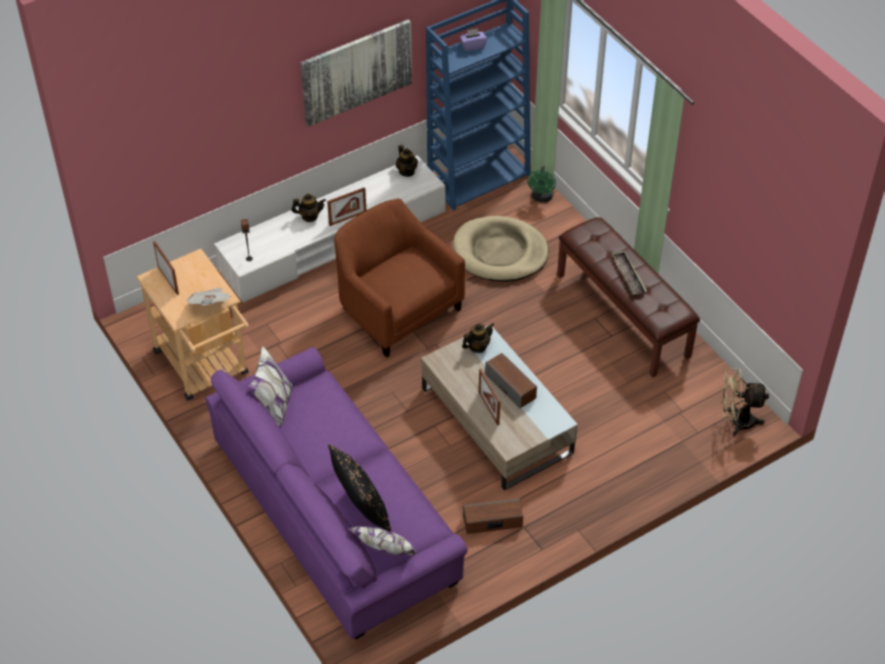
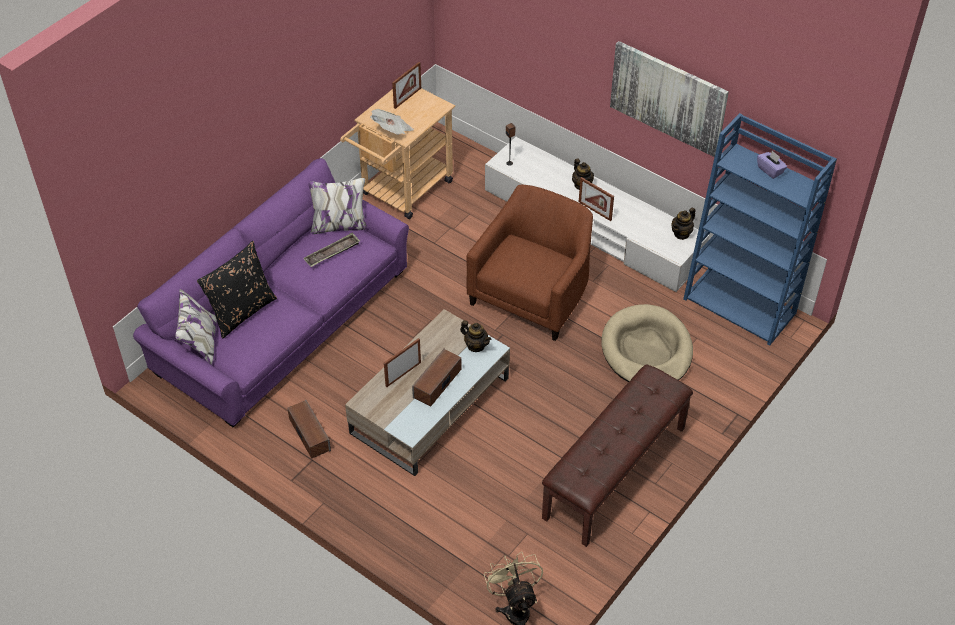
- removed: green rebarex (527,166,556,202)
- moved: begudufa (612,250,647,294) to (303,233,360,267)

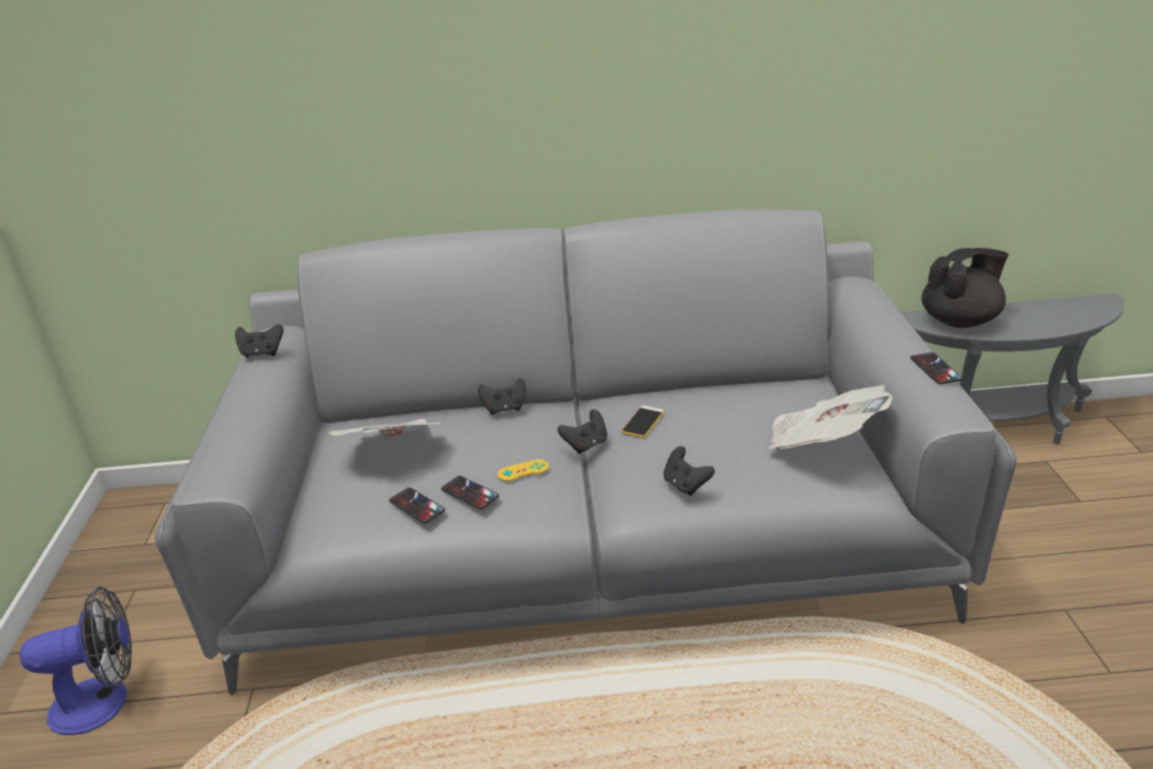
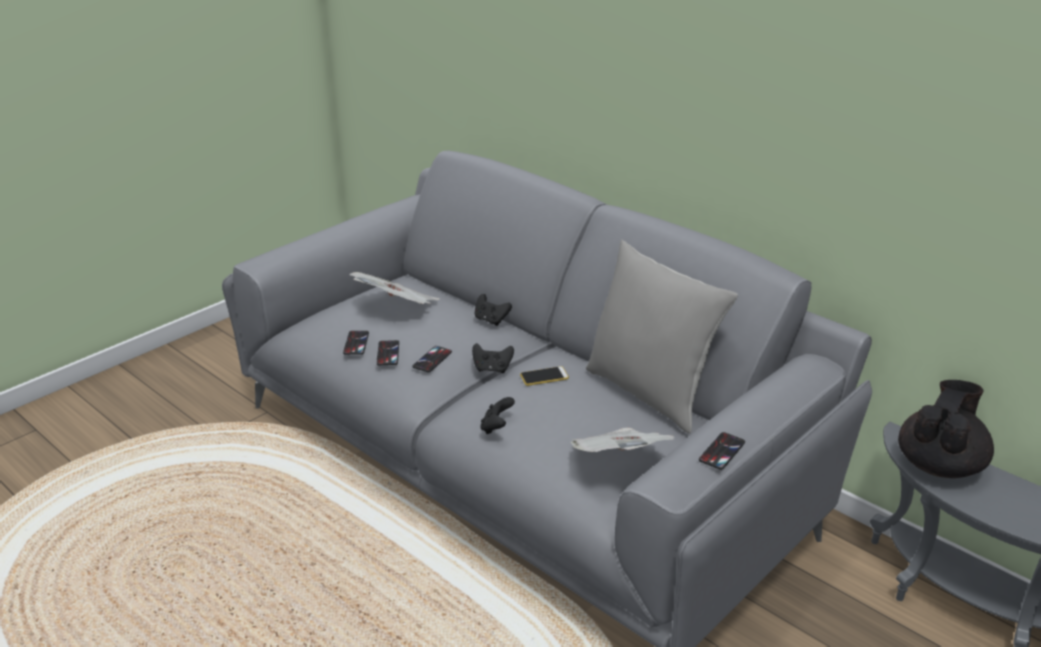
- turned: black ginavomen (922,248,1009,328) = (898,380,994,478) 75 degrees counterclockwise
- removed: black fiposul (235,324,283,358)
- replaced: yellow fiposul (497,459,549,481) to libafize (412,346,452,372)
- removed: rebarex (19,586,132,735)
- added: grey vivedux (586,240,738,434)

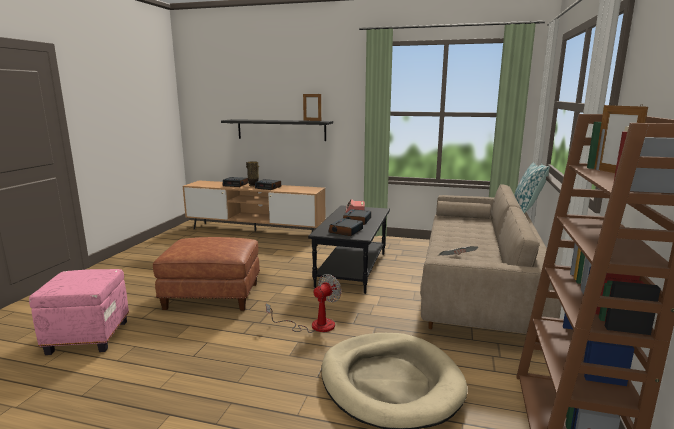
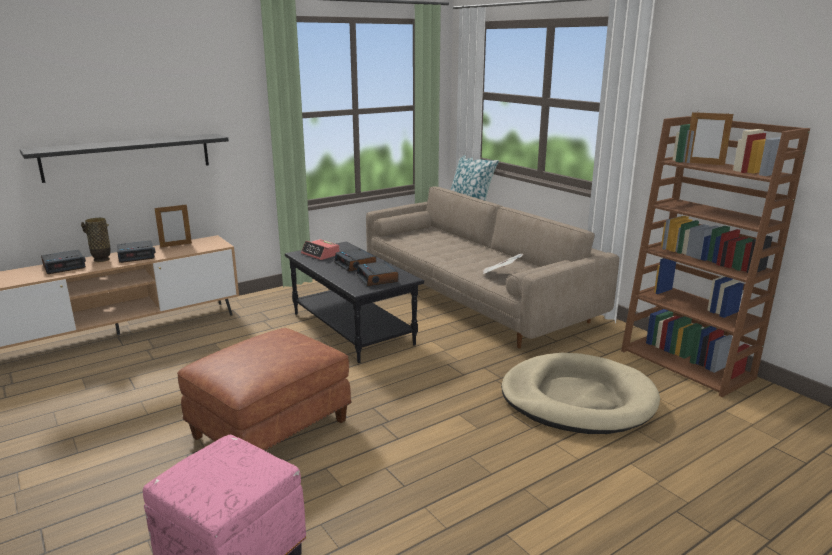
- moved: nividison (303,94,321,121) to (154,205,192,248)
- removed: rebarex (266,274,342,333)

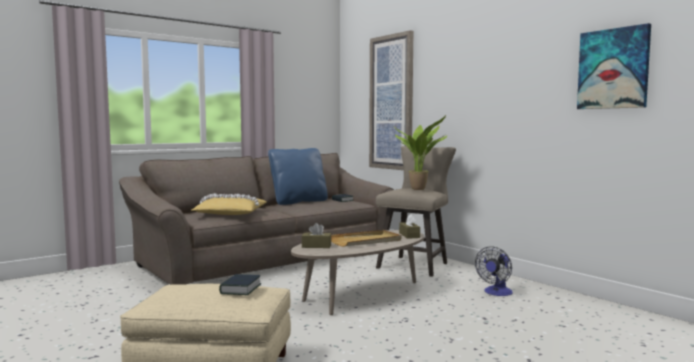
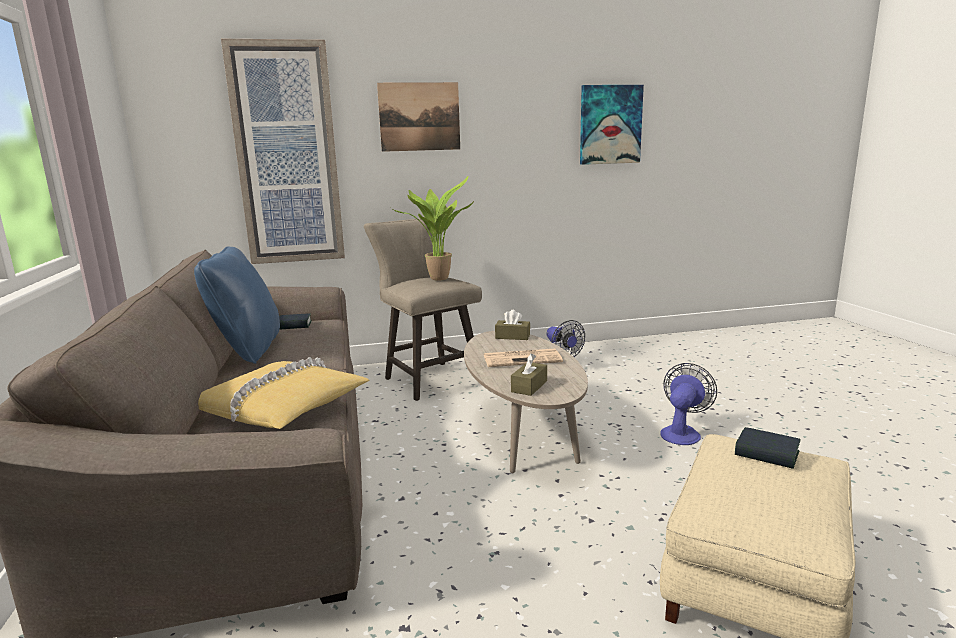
- replaced: beige begudufa (331,230,402,247) to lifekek (484,349,563,367)
- added: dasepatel (377,82,460,152)
- added: rebarex (660,363,717,445)

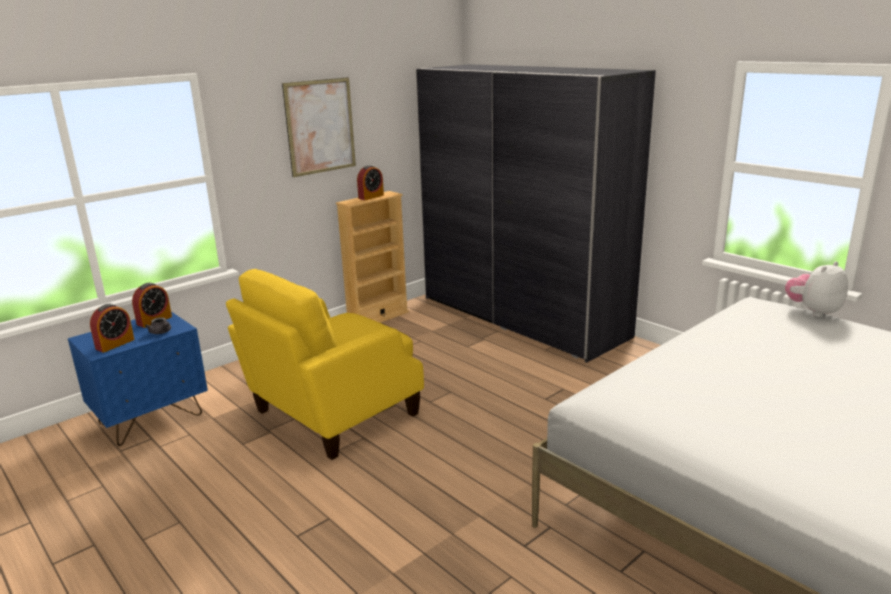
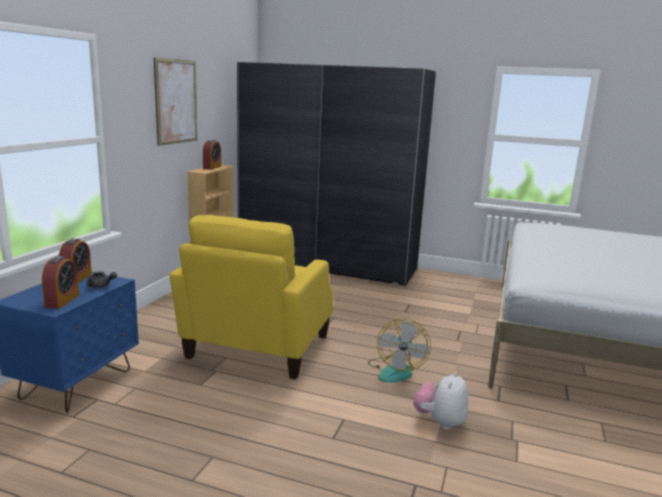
- moved: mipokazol (785,261,848,317) to (413,372,468,430)
- added: rebarex (368,318,431,383)

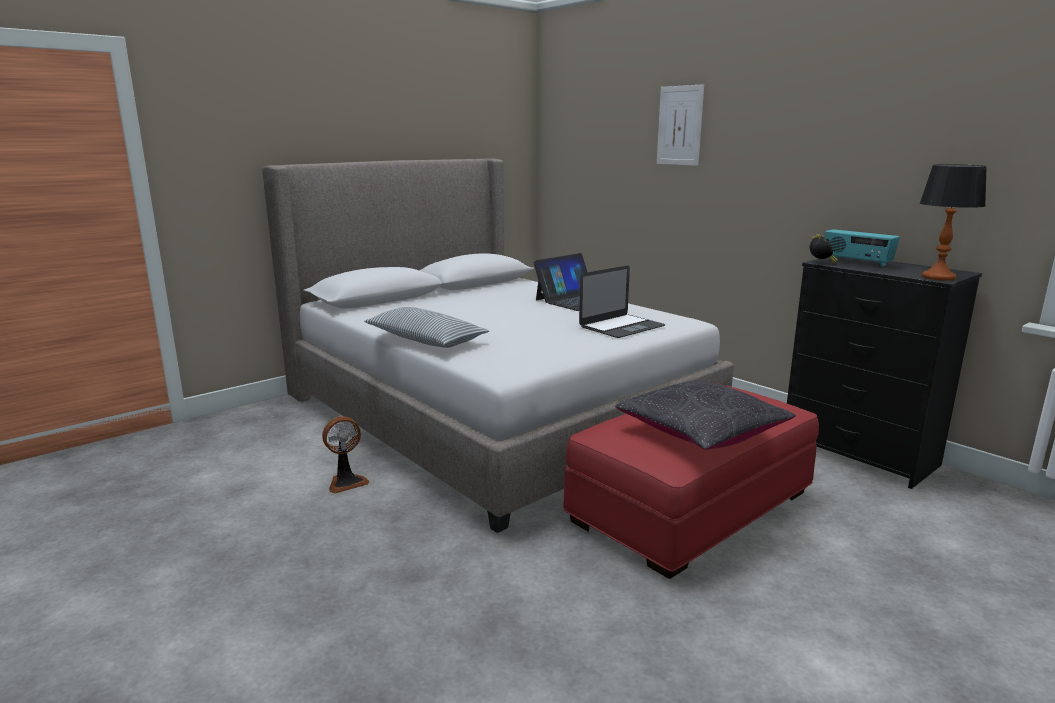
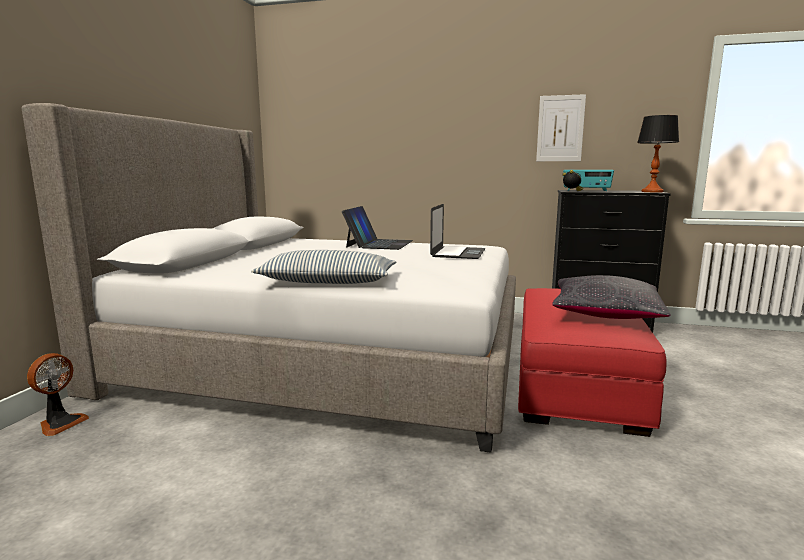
- moved: dasepatel (657,84,704,166) to (536,94,586,161)
- moved: rebarex (322,416,369,494) to (27,353,89,436)

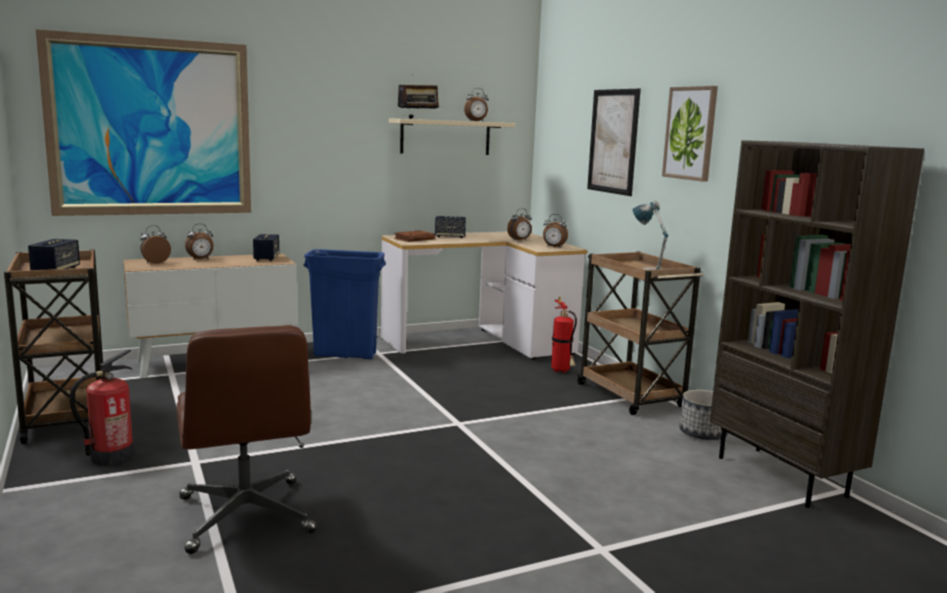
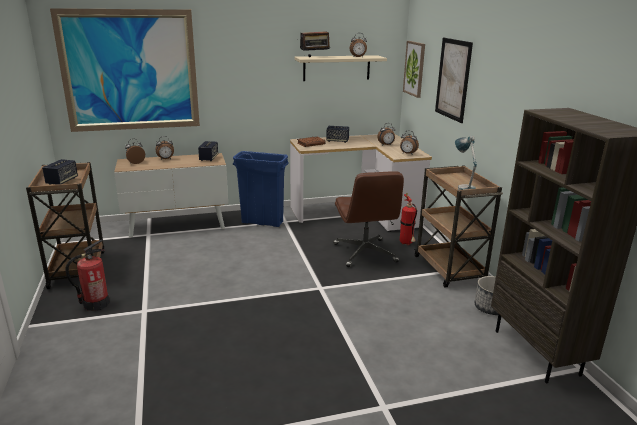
- moved: dasepatel (662,86,718,182) to (403,41,425,98)
- moved: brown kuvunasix (176,326,316,554) to (333,172,404,267)

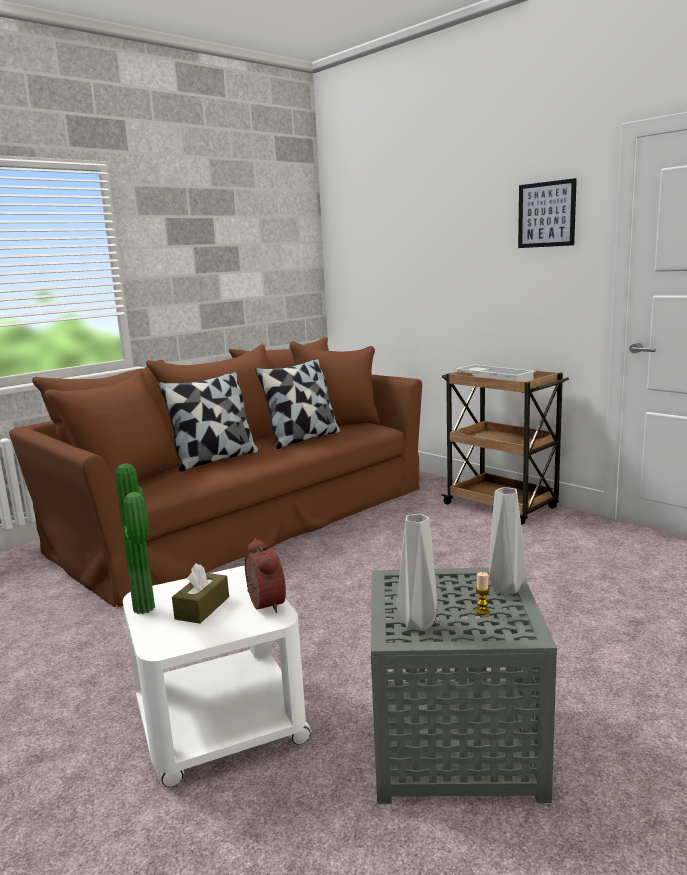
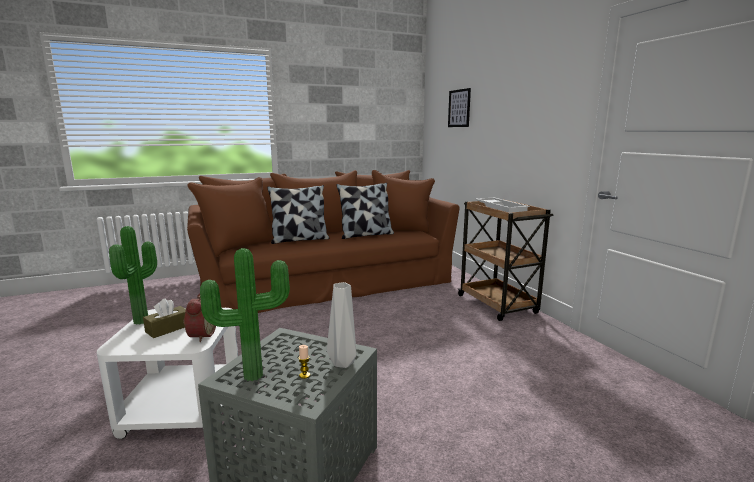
- moved: dasepatel (518,178,577,248) to (448,88,471,127)
- replaced: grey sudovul (397,514,437,631) to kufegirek (200,248,290,381)

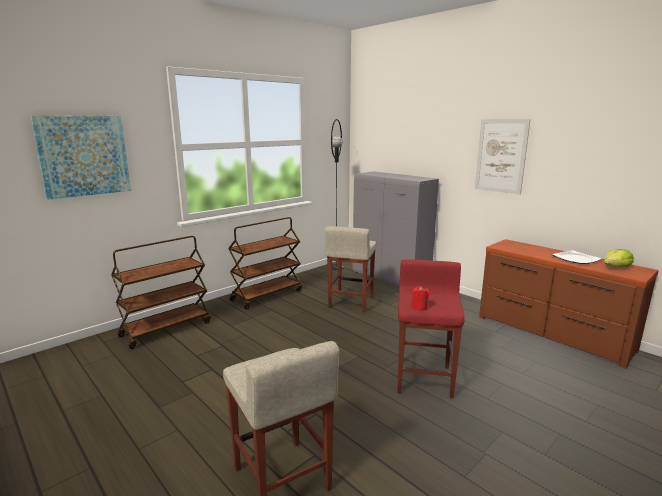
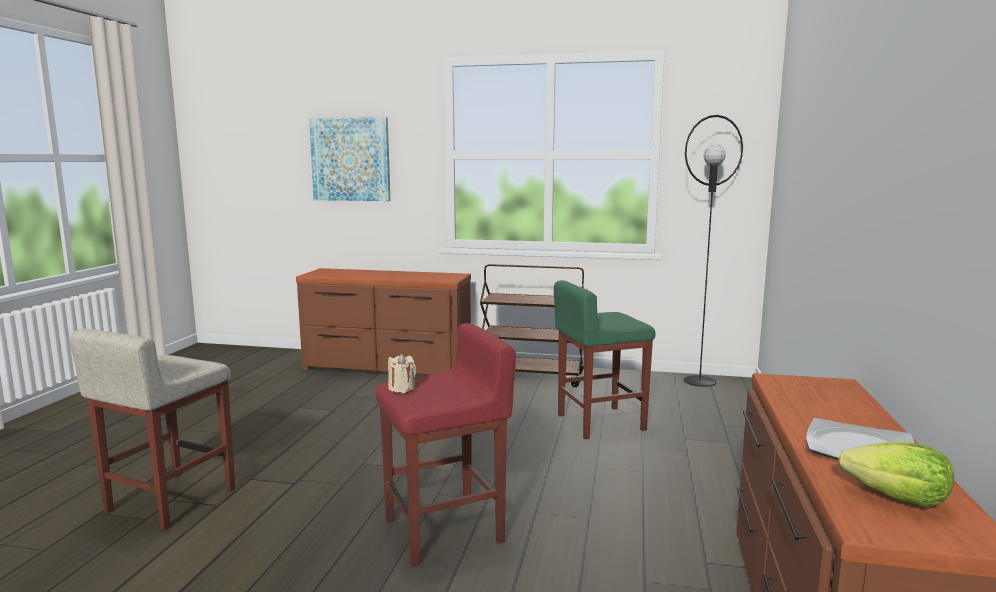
- removed: dasepatel (475,119,531,194)
- removed: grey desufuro (353,171,439,287)
- recoloured: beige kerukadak (325,226,376,312) to green kerukadak (554,280,656,439)
- replaced: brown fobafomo (111,236,211,349) to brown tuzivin (296,268,471,375)
- recoloured: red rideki (412,286,429,310) to beige rideki (388,354,416,393)

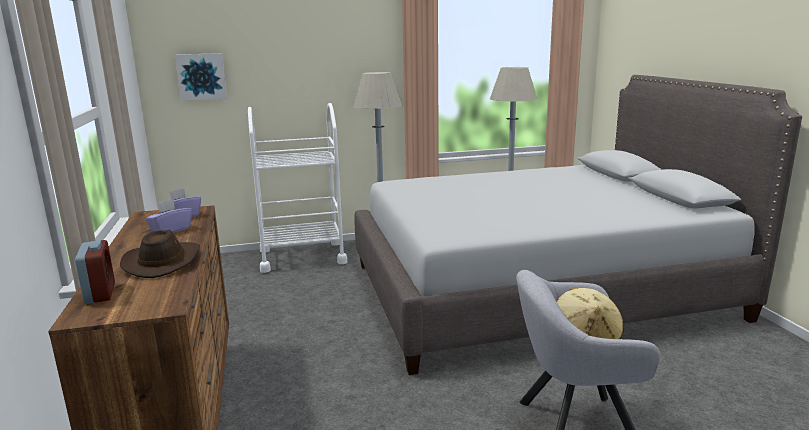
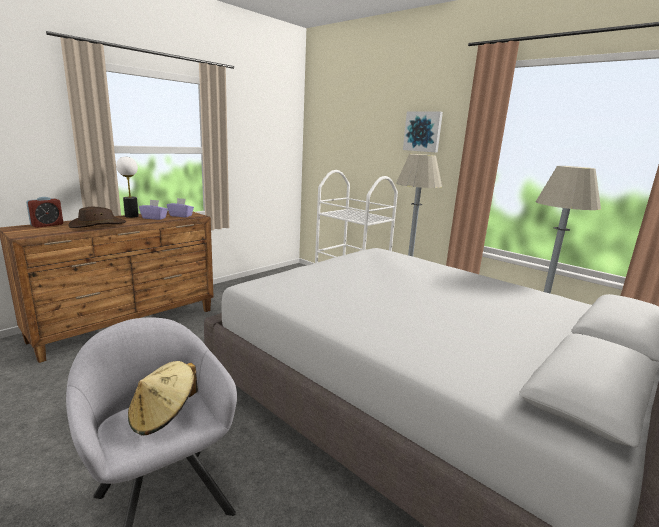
- moved: dasepatel (175,53,227,101) to (403,111,443,153)
- added: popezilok (116,157,139,218)

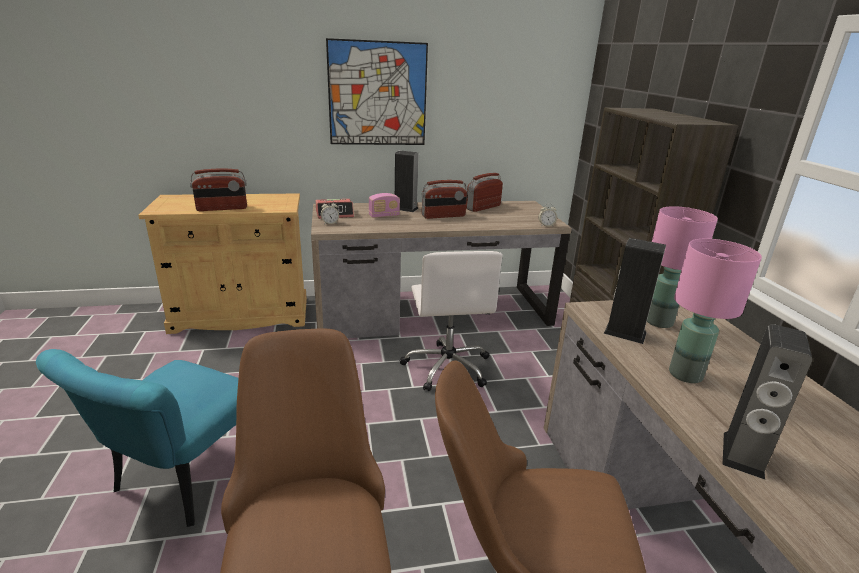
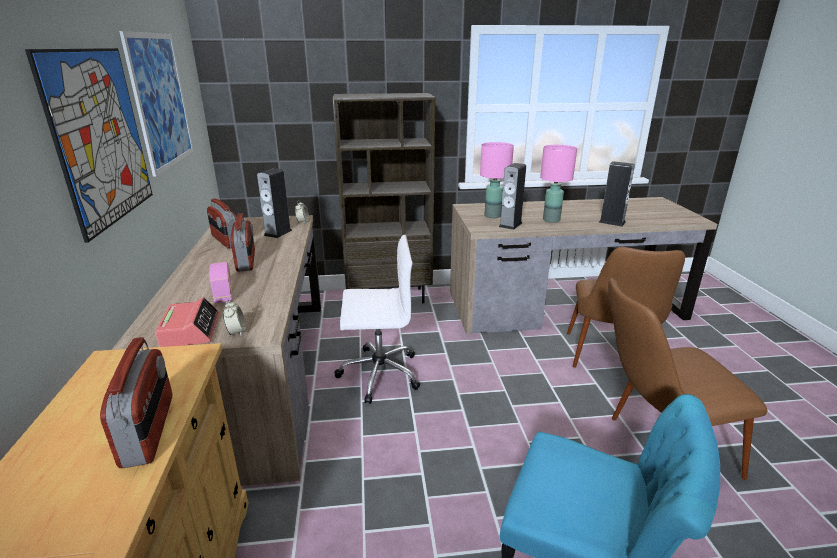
- moved: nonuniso (395,150,419,212) to (257,168,292,238)
- added: dasepatel (119,31,194,177)

